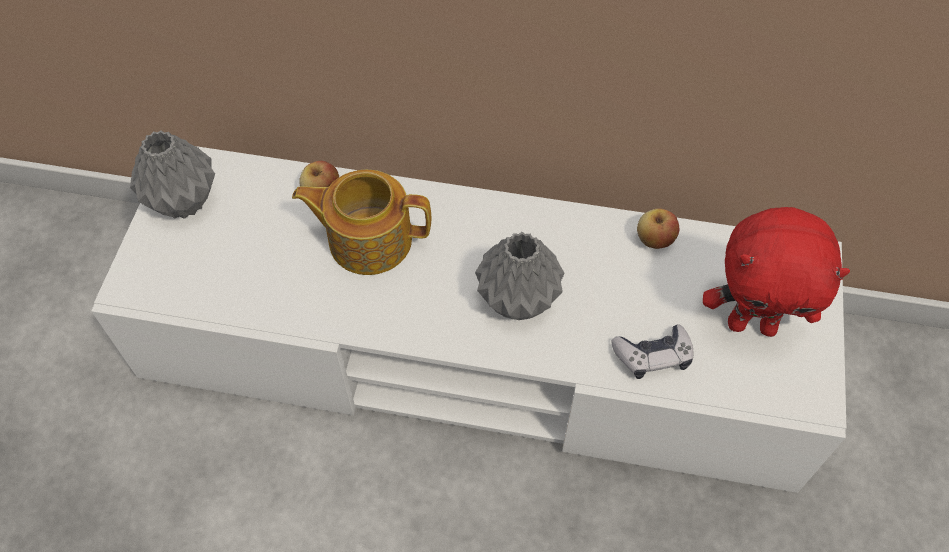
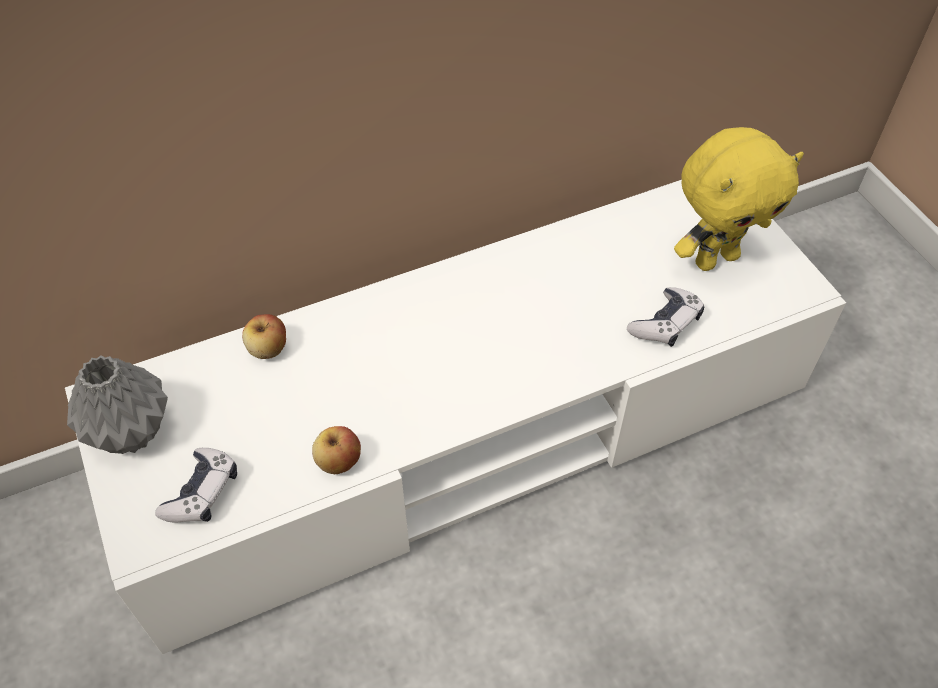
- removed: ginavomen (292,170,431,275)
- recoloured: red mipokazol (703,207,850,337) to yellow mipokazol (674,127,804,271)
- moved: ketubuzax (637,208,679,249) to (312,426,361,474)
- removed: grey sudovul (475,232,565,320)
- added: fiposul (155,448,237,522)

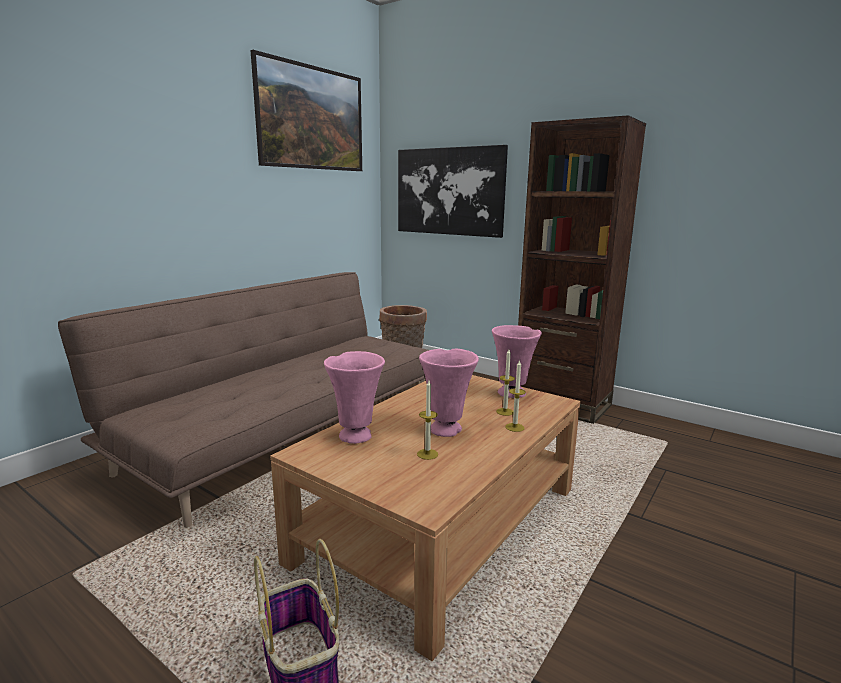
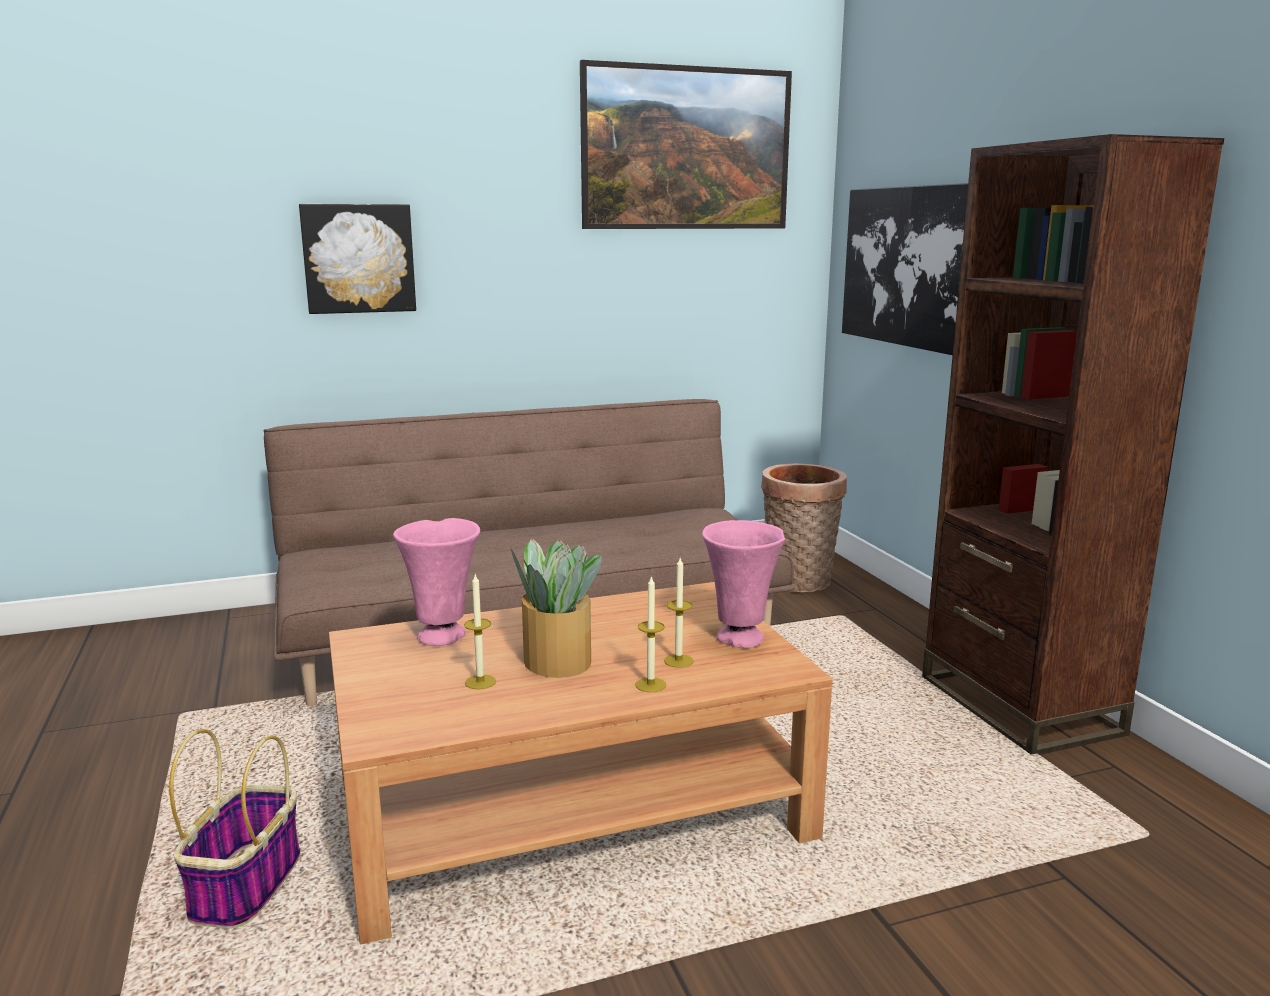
- replaced: pink sudovul (419,349,479,437) to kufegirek (511,539,602,678)
- added: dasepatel (299,204,416,314)

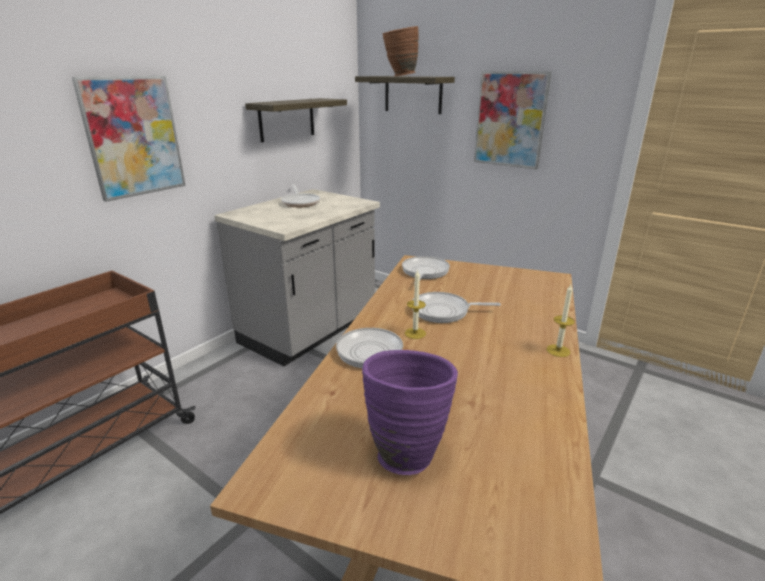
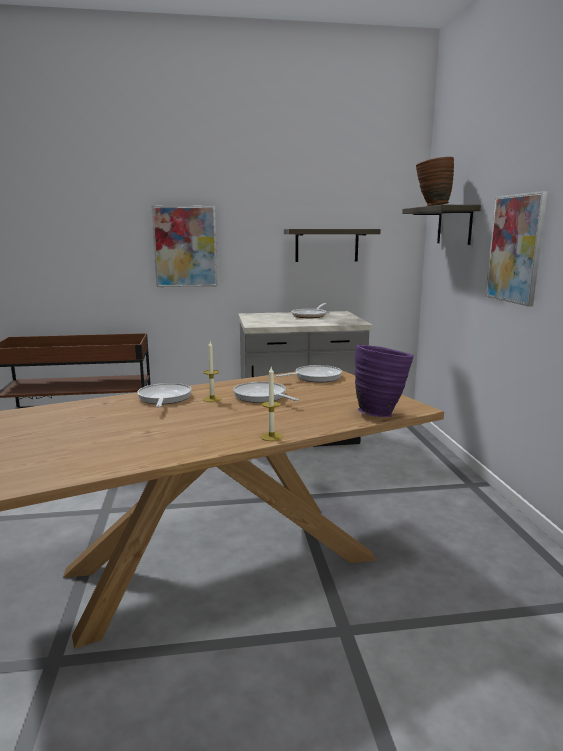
- moved: purple sudovul (362,350,458,475) to (355,345,414,417)

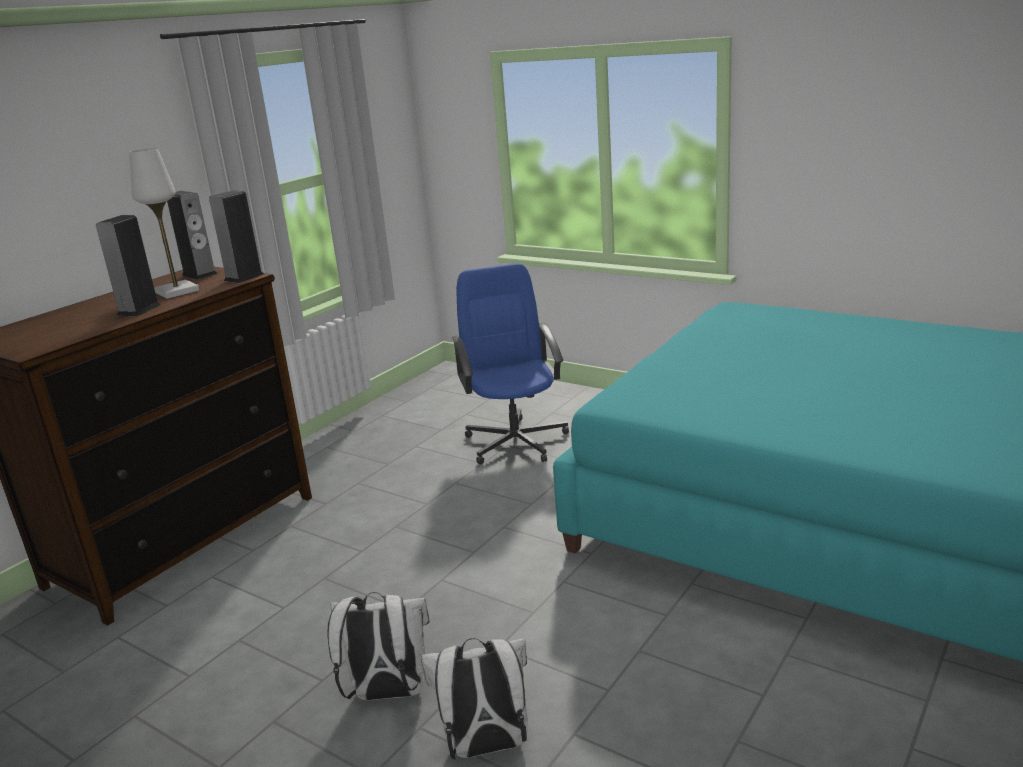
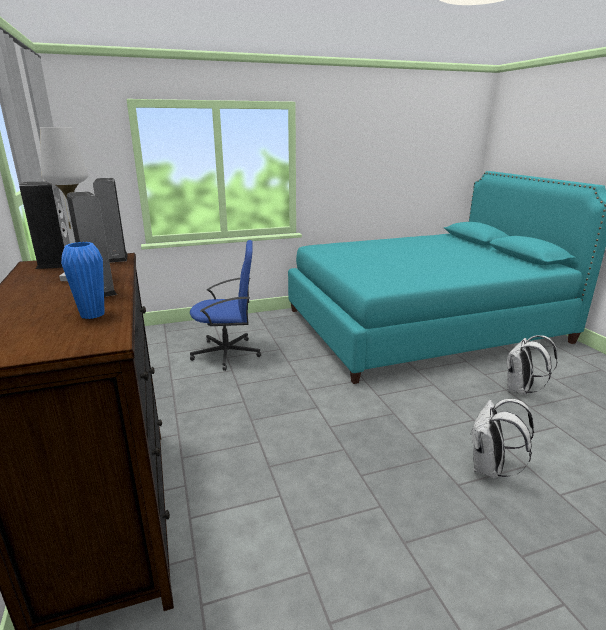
- turned: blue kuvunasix (452,263,569,464) = (190,240,261,371) 150 degrees clockwise
- moved: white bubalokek (327,592,430,700) to (506,335,558,395)
- added: blue sudovul (61,242,104,319)

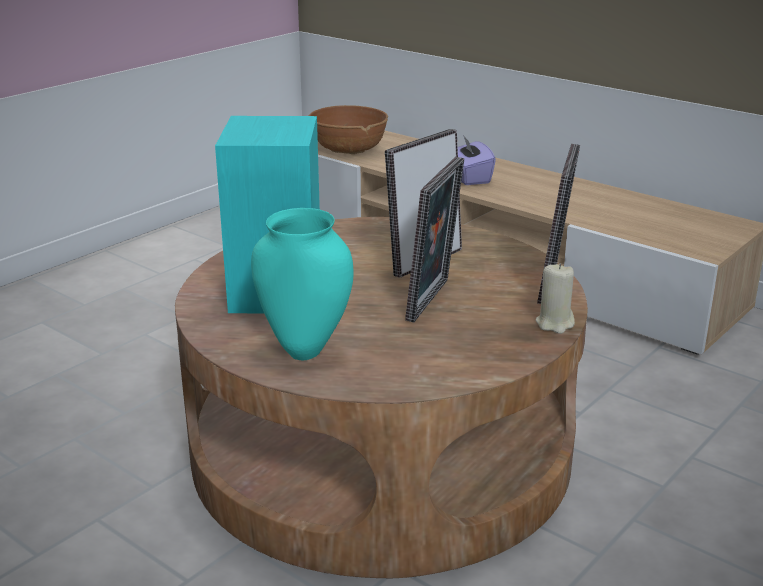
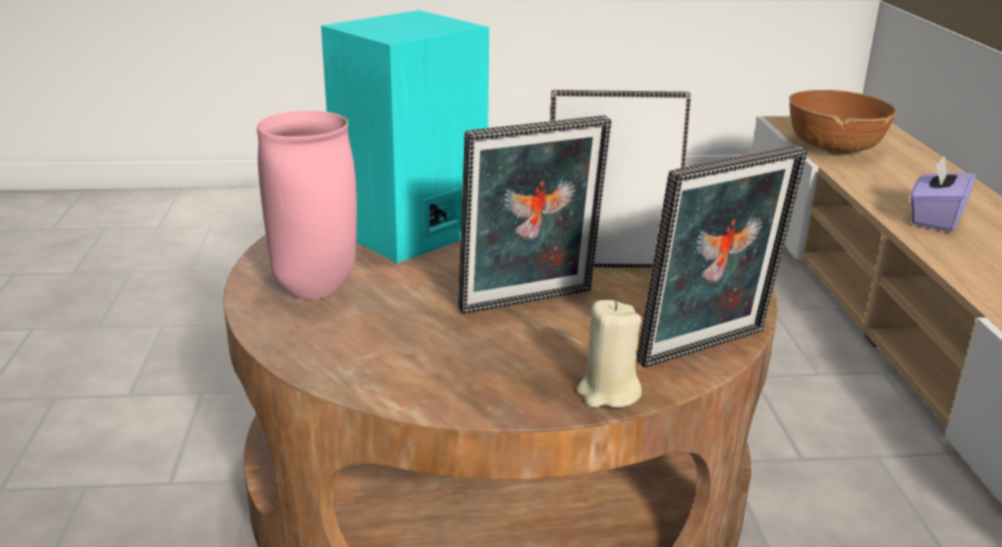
- recoloured: turquoise sudovul (251,208,354,360) to pink sudovul (257,111,357,300)

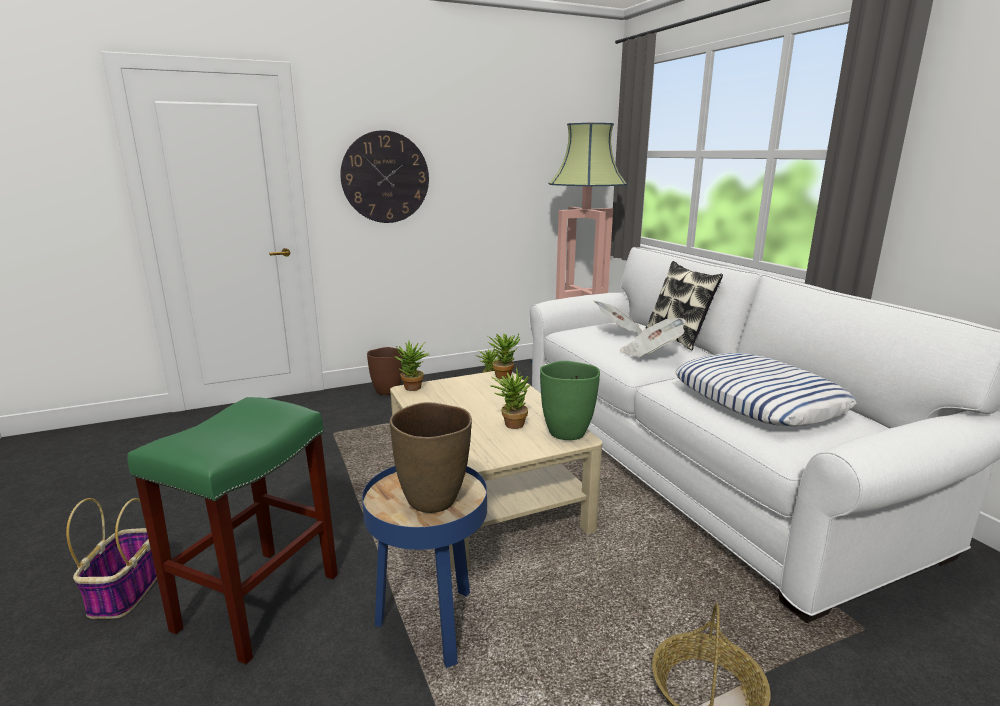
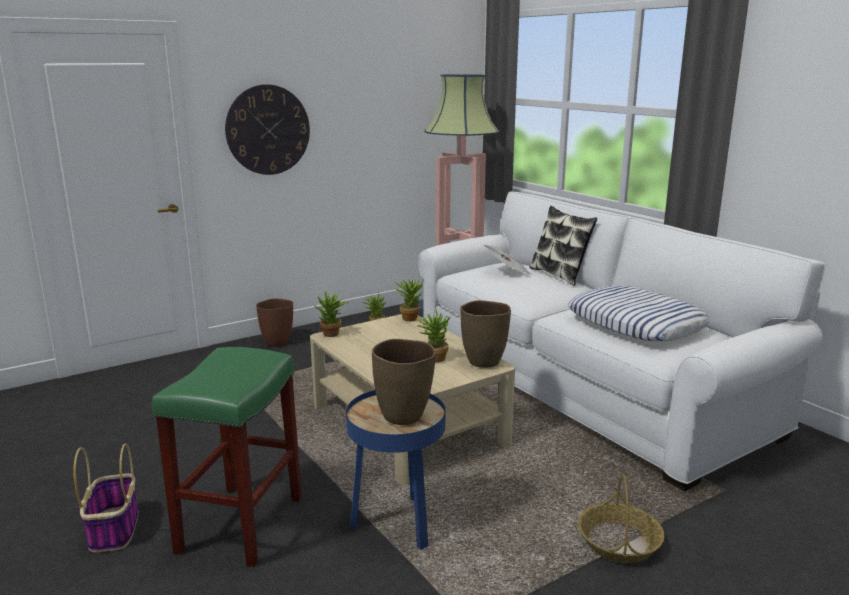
- removed: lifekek (620,318,687,357)
- recoloured: green sudovul (540,361,600,440) to brown sudovul (460,300,511,368)

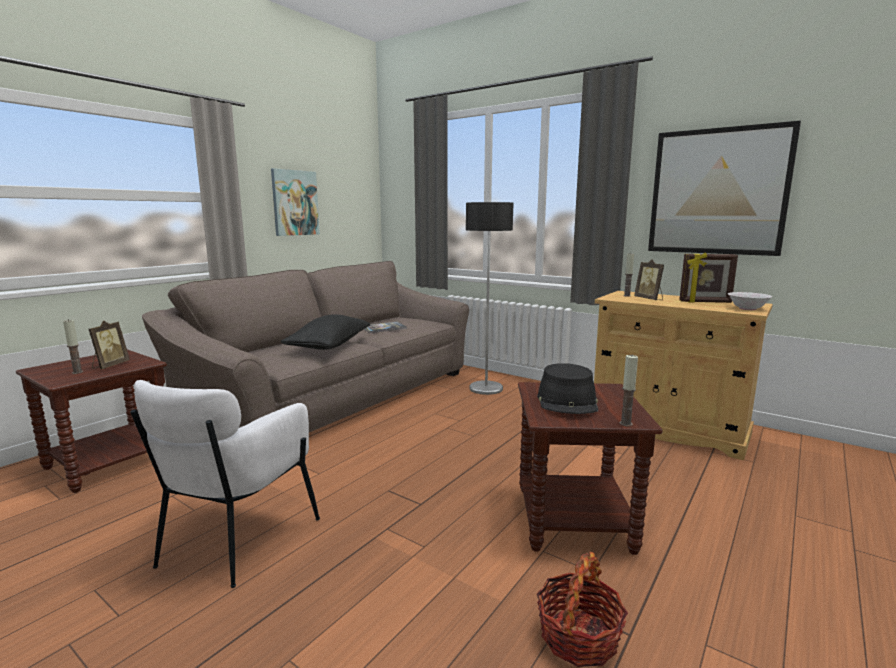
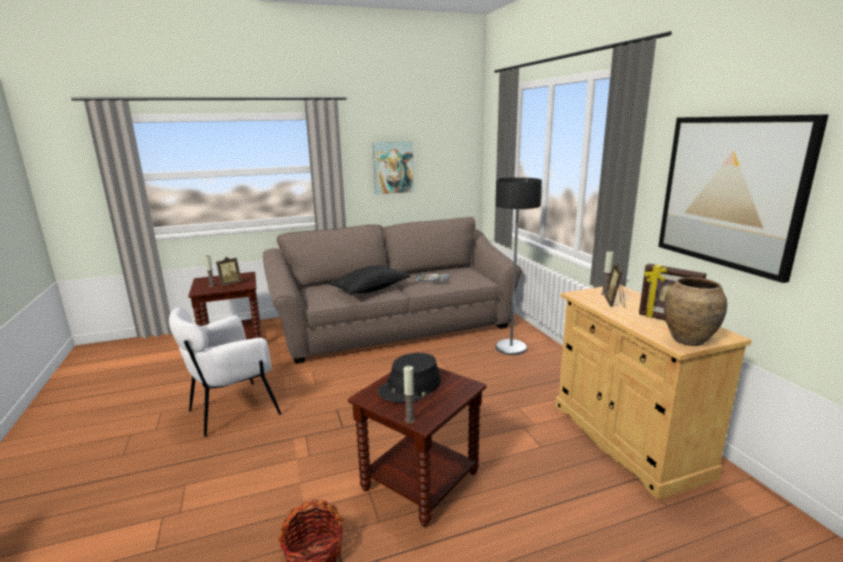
- replaced: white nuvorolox (728,292,772,310) to brown sudovul (664,277,727,346)

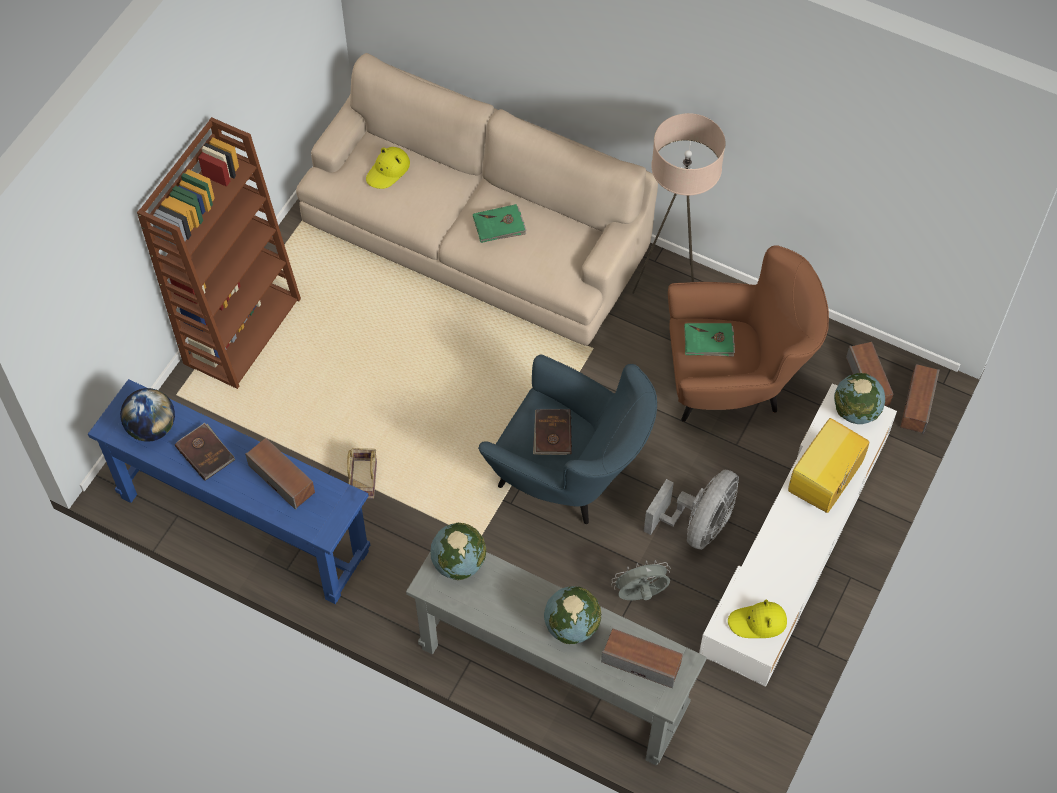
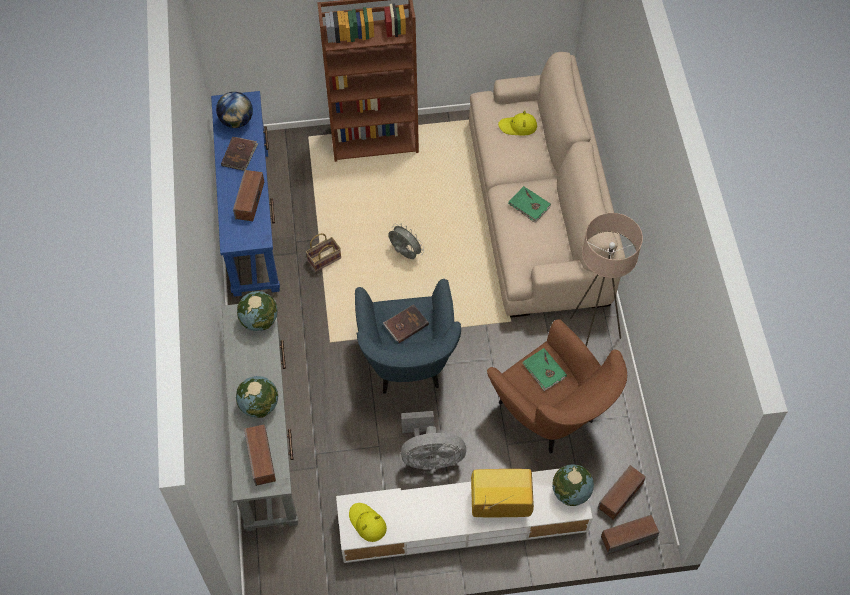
- moved: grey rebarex (611,560,671,600) to (388,223,424,259)

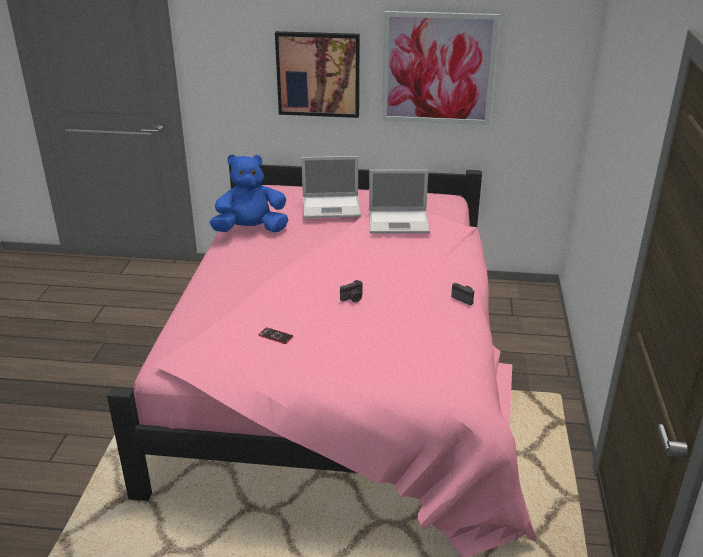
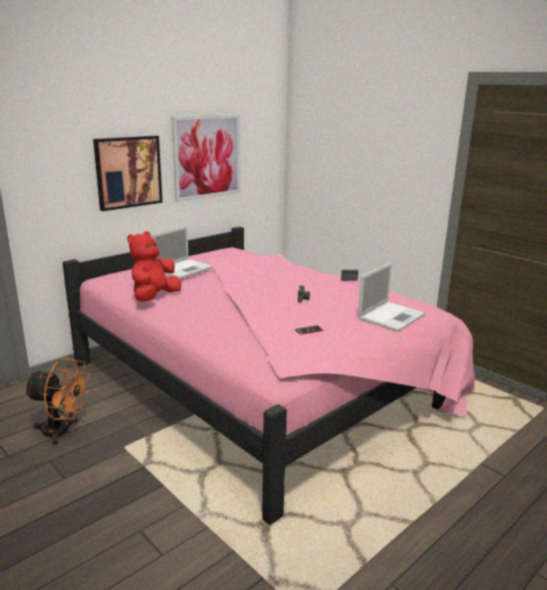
- recoloured: blue mipokazol (209,154,288,232) to red mipokazol (127,231,181,302)
- moved: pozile (369,170,430,234) to (358,263,426,332)
- added: orange rebarex (24,357,90,445)

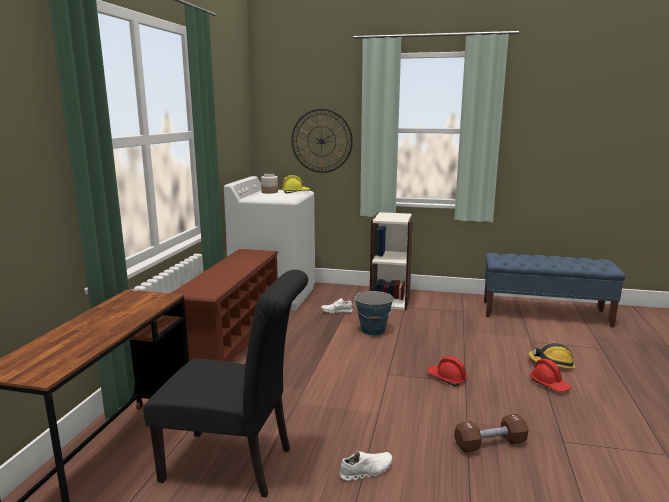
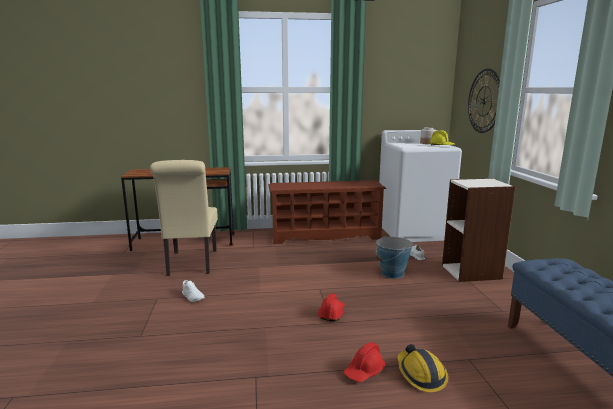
- recoloured: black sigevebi (143,270,308,498) to beige sigevebi (150,160,218,276)
- removed: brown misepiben (454,414,529,453)

